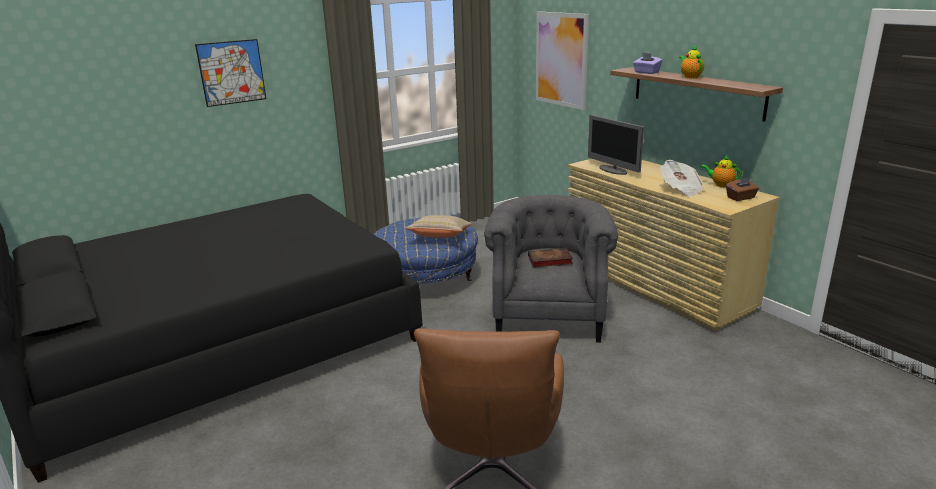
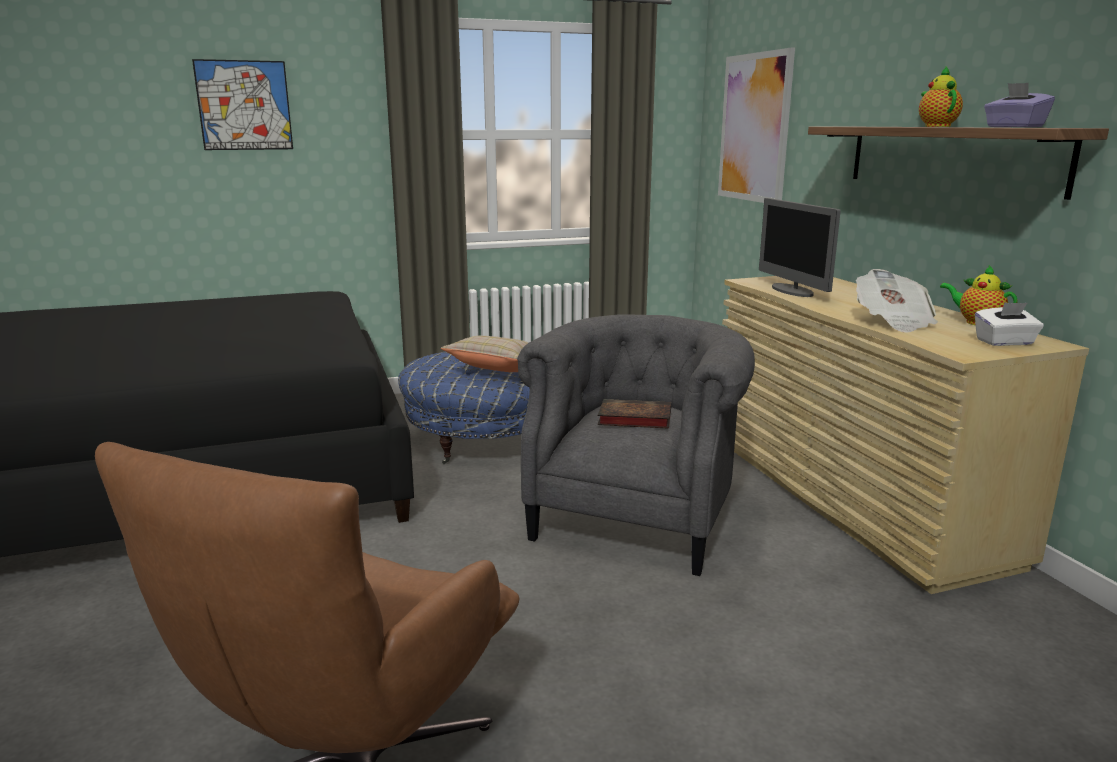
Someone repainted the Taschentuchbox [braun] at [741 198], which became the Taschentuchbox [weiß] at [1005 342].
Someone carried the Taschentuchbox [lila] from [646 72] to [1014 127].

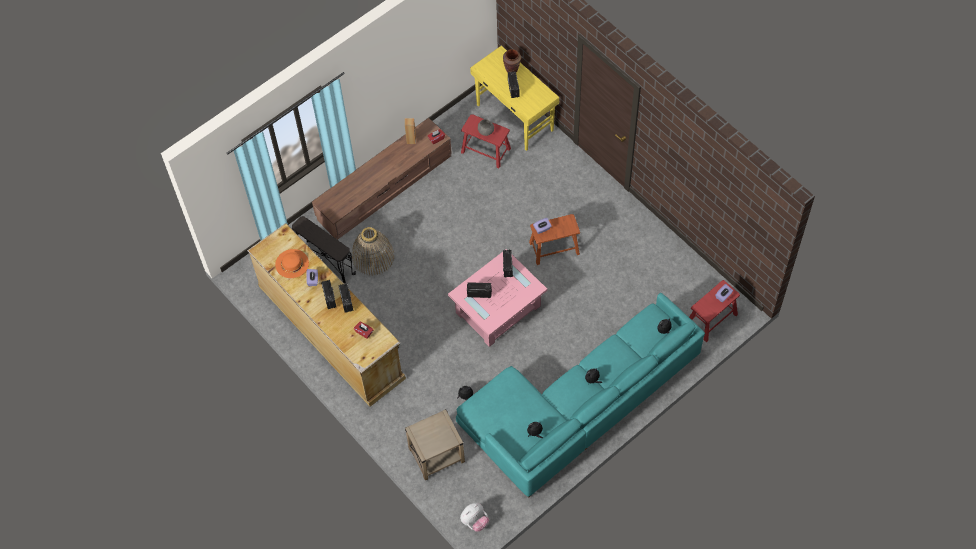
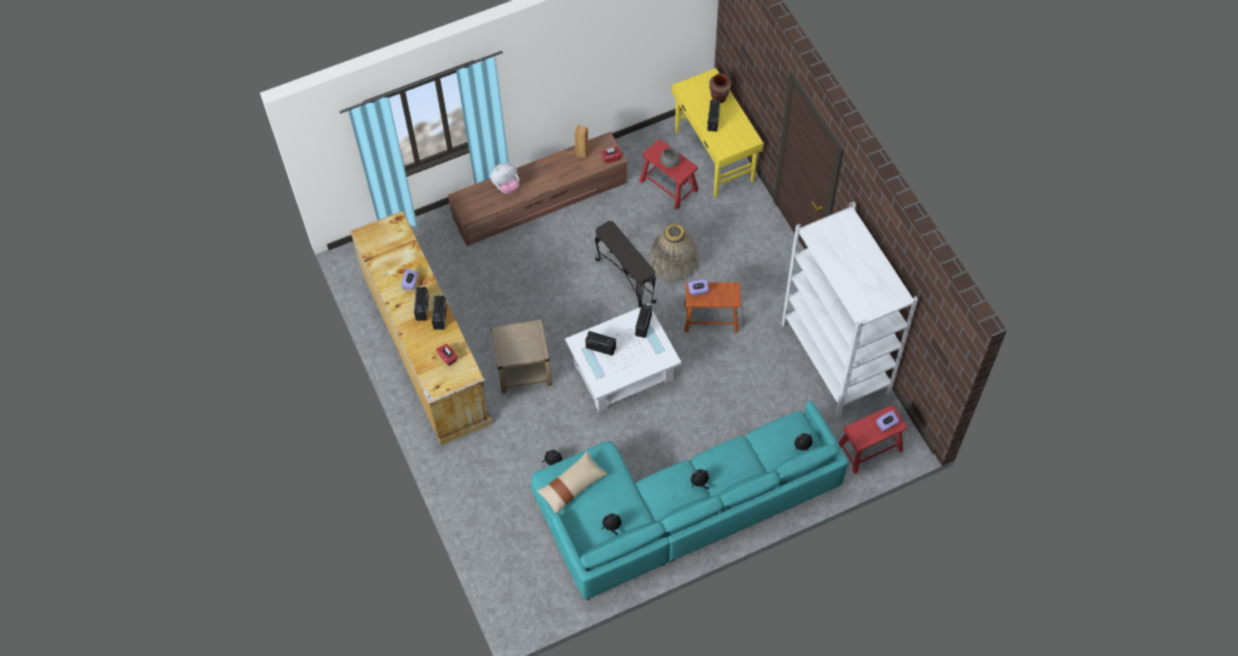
Someone carried the Plüschtier from [475 521] to [506 186].
Someone carried the Beistelltisch [beige] from [436 455] to [523 370].
Someone put down the Kissen [beige] at [572 486].
Someone repainted the Couchtisch [rosa] at [498 309], which became the Couchtisch [weiß] at [623 372].
Someone carried the Beistelltisch [schwarz] from [326 263] to [625 281].
Someone carried the Korb from [373 257] to [673 260].
Someone put down the Bücherregal [weiß] at [835 358].
Someone took away the Hut [orange] at [292 263].

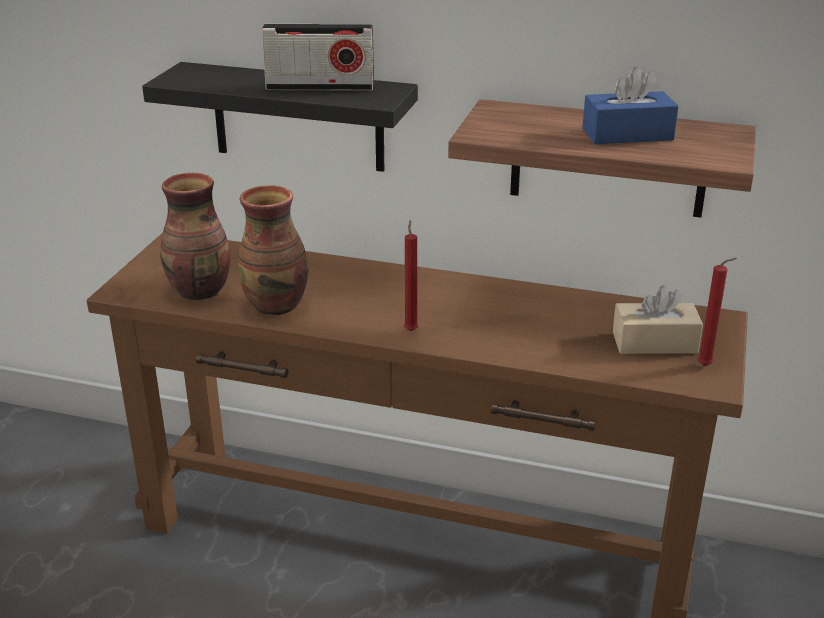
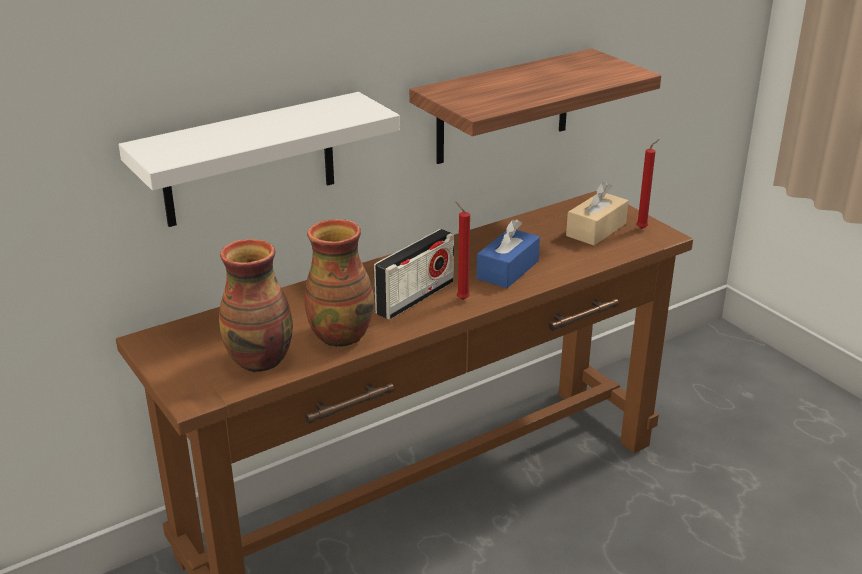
Someone repainted the Wandregal [schwarz] at [298 117], which became the Wandregal [weiß] at [249 160].
Someone carried the Radio from [320 87] to [415 297].
Someone carried the Taschentuchbox [blau] from [627 134] to [507 270].

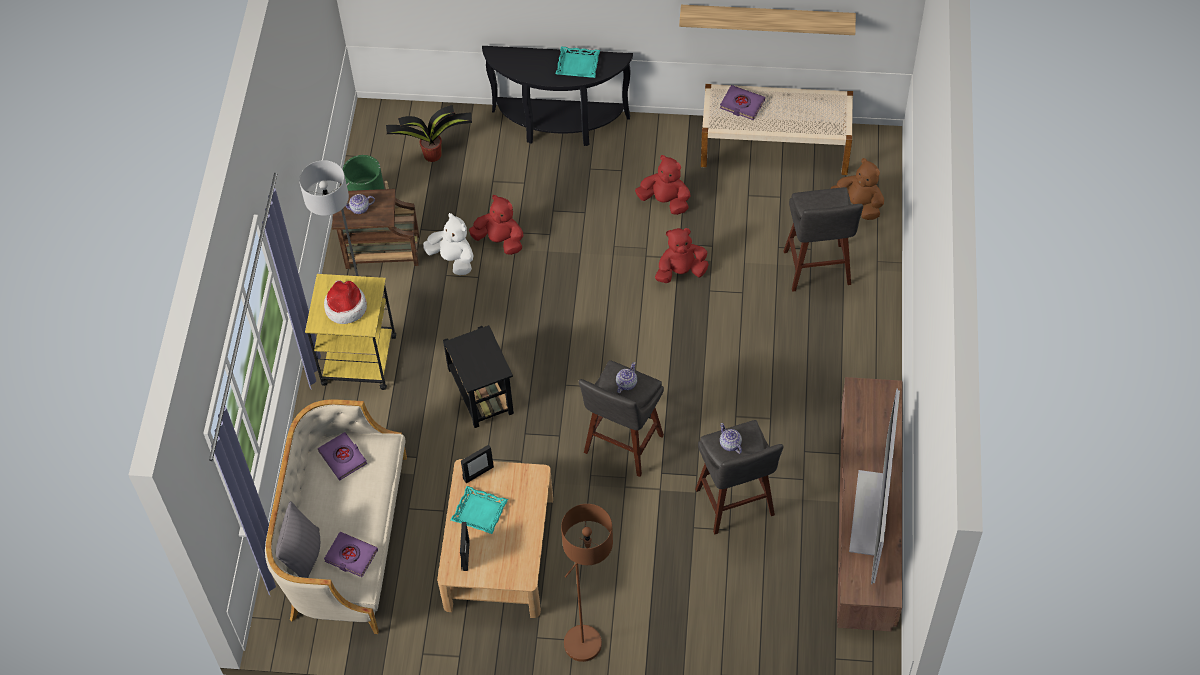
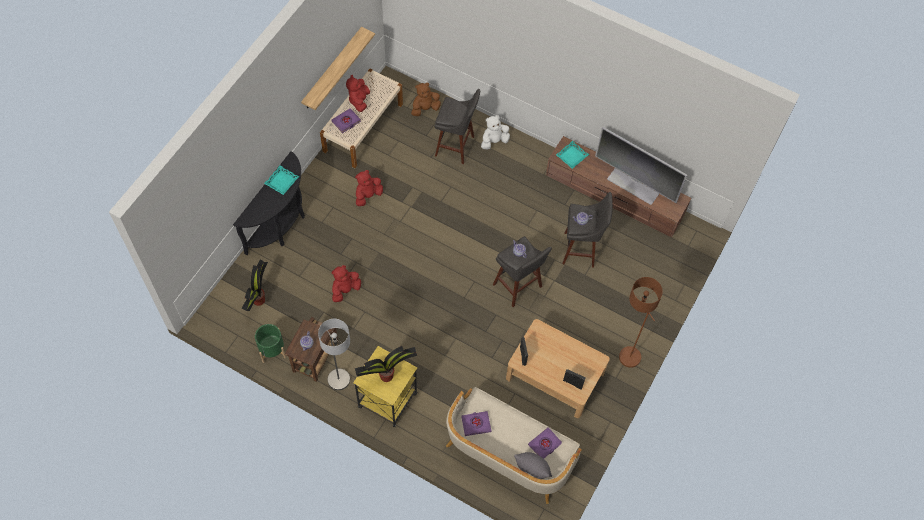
Someone carried the Plüschtier [rot] from [681 271] to [359 100].
Someone swapped the Hut at [345 307] for the Topfpflanze at [387 375].
Someone carried the Plüschtier [weiß] from [453 259] to [494 141].
Someone carried the Tablett [türkis] from [480 512] to [571 156].
Someone took away the Beistelltisch [schwarz] at [481 393].

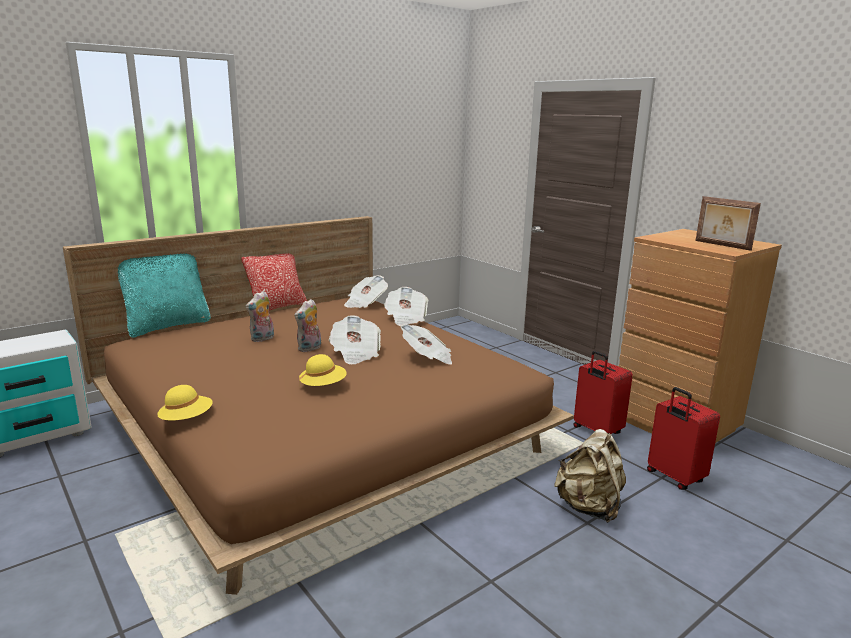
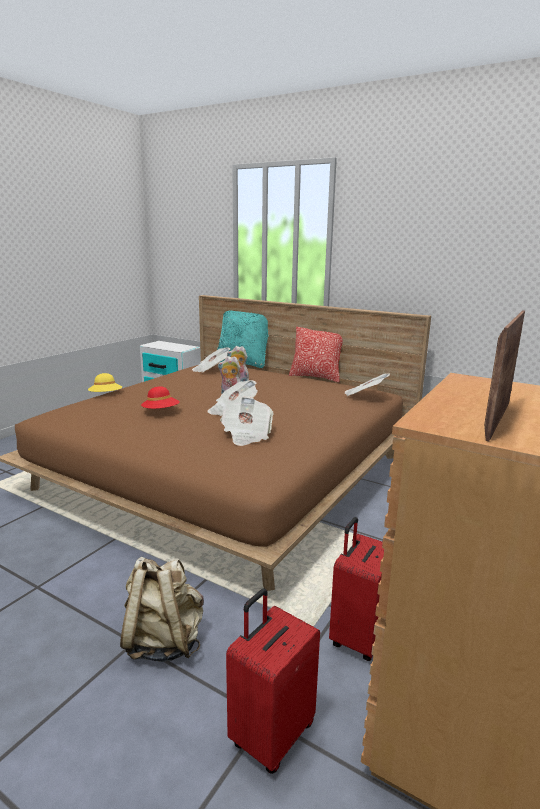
Someone repainted the Hut [gelb] at [323 386], which became the Hut [rot] at [161 412].
Someone carried the Zeitung from [406 318] to [211 370].

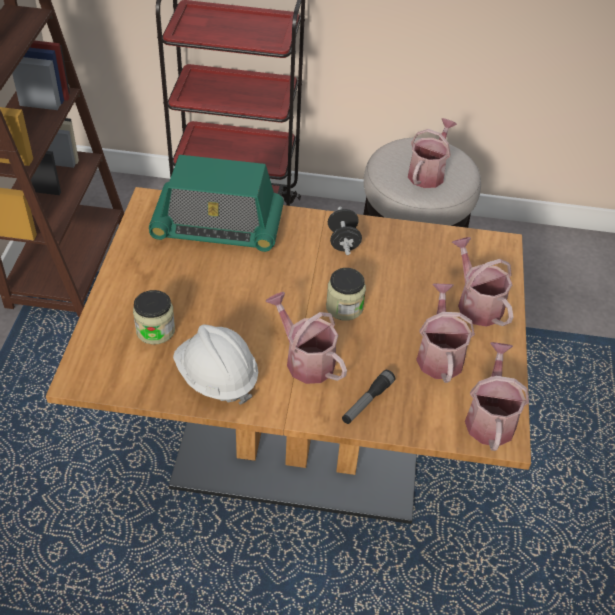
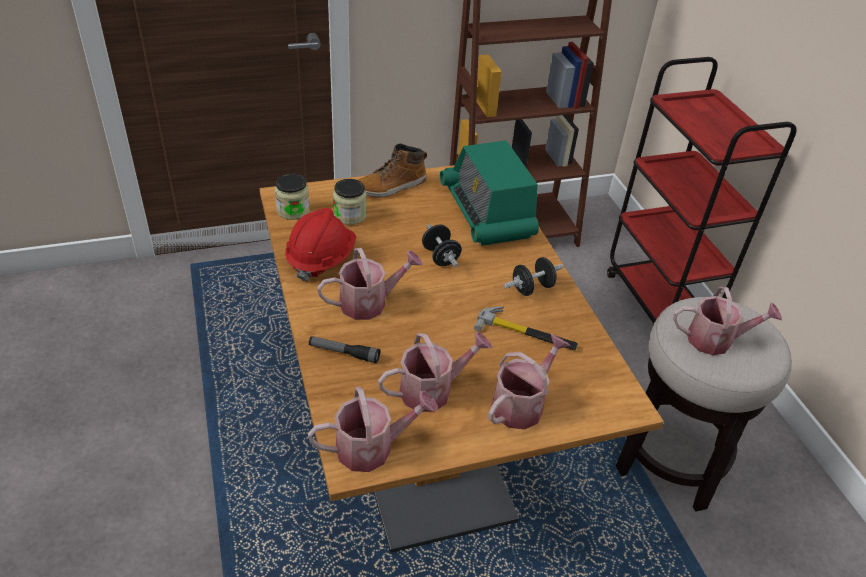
Someone carried the Vorratsglas from [344 307] to [293 210].
Someone repainted the Schutzhelm [weiß] at [216 377], which became the Schutzhelm [rot] at [321 259].
Someone rotated the Gießkanne at [305 360] by 45 degrees clockwise.
Someone put down the Stiefel at [391 186].
Someone put down the Hantel [schwarz] at [440 257].
Someone put down the Hammer at [526 333].

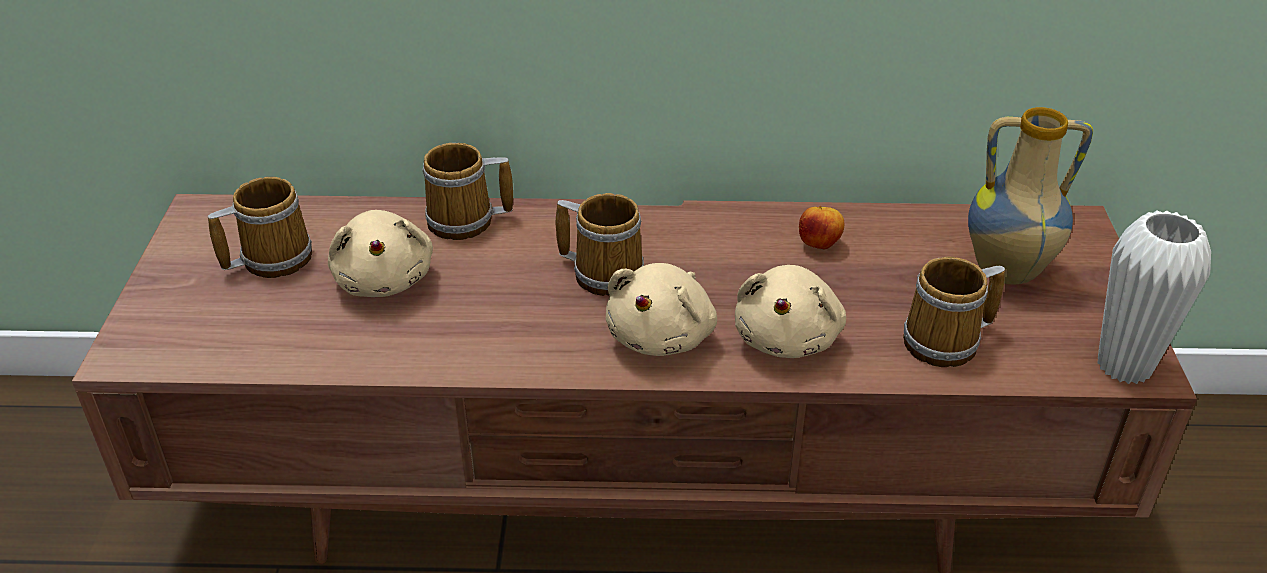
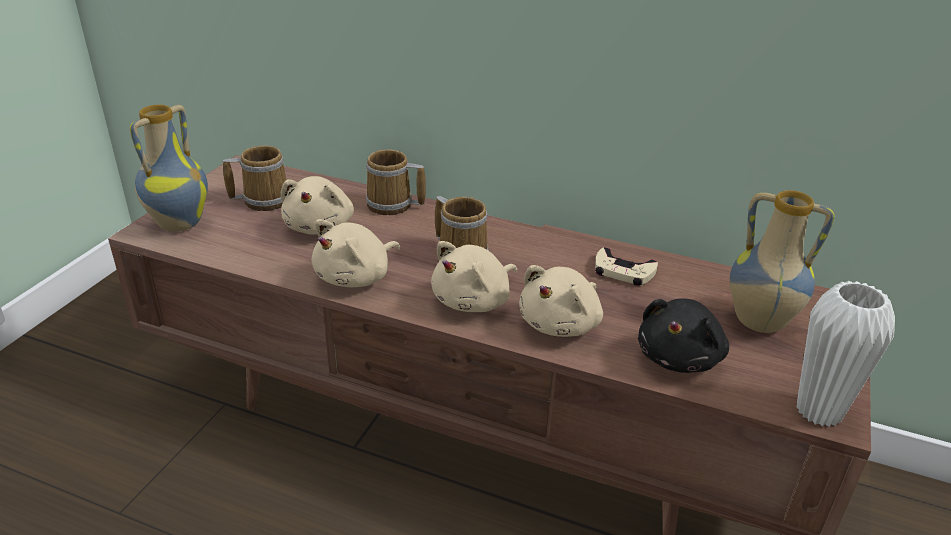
Someone put down the Vase at [178 223].
Someone put down the Plüschtier [beige] at [356 277].
Someone swapped the Apfel at [819 245] for the Gamepad [beige] at [623 272].
Someone swapped the Henkelbecher at [946 342] for the Plüschtier [schwarz] at [680 357].

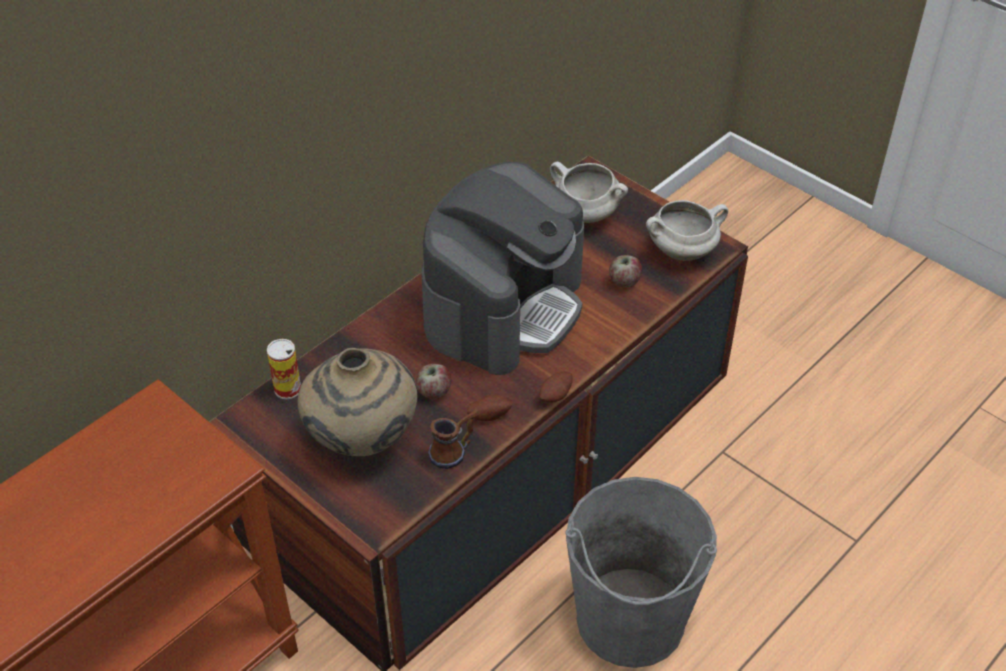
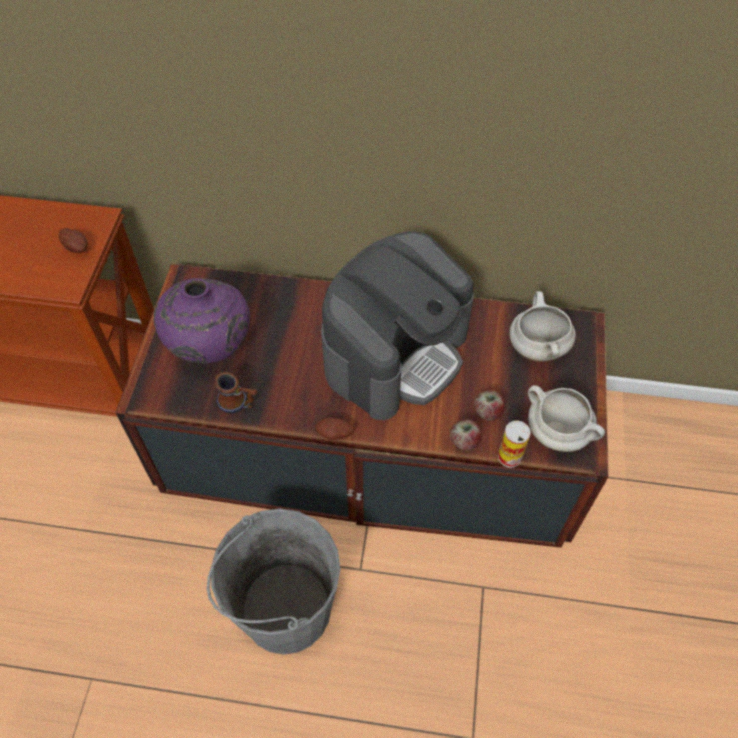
Someone carried the Kartoffel from [489 415] to [77 247].
Someone repainted the Vase [beige] at [362 442], which became the Vase [lila] at [210 349].
Someone rotated the Kaffeemaschine at [504 307] by 45 degrees counterclockwise.
Someone carried the Apfel from [434 391] to [464 441].
Someone carried the Dose from [287 389] to [509 456].

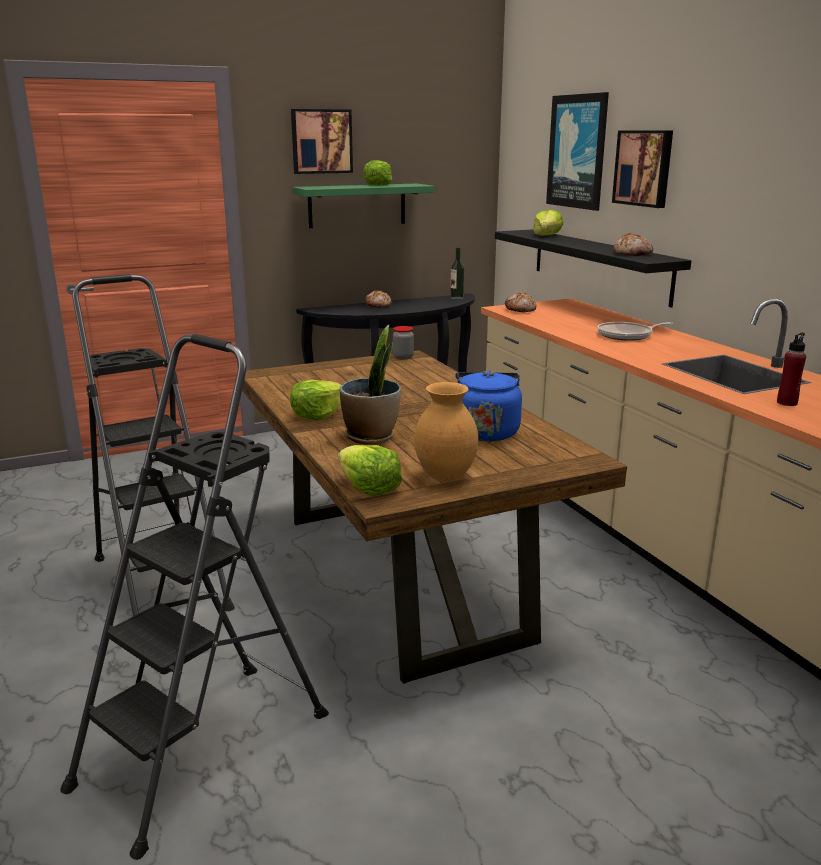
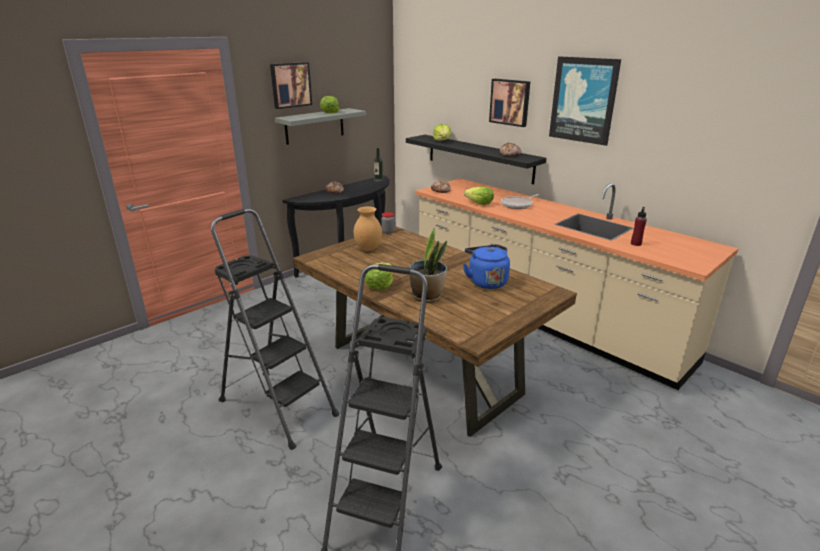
Someone repainted the Wandregal [grün] at [357 205], which became the Wandregal [grau] at [314 126].
Someone carried the Vase [braun] from [445 476] to [368 249].
Someone carried the Salatkopf from [368 488] to [479 203].
Someone carried the Bild from [577 151] to [583 100].

